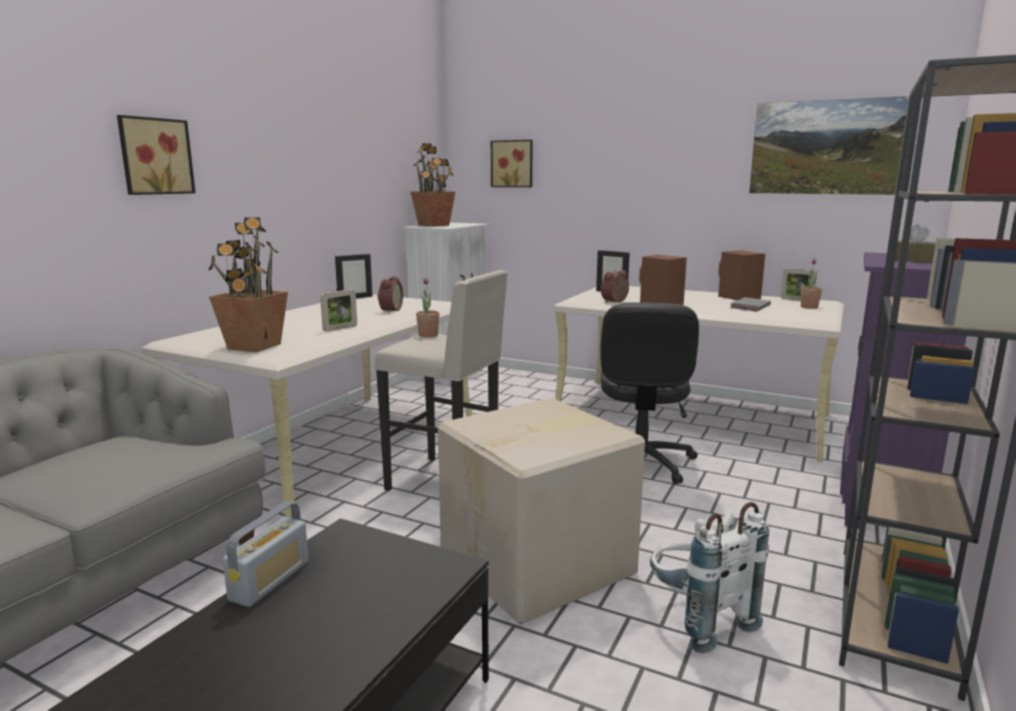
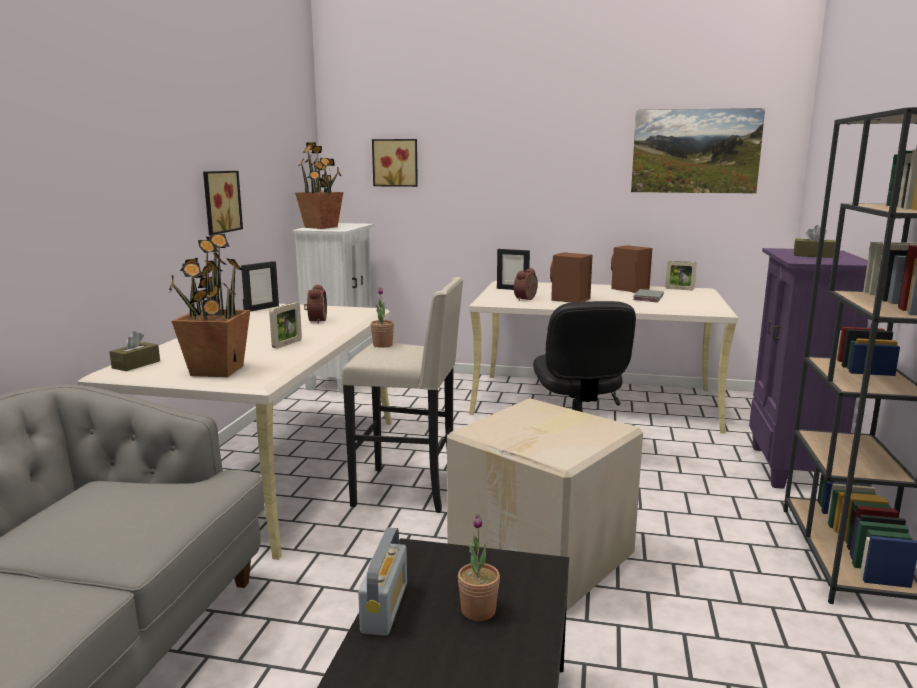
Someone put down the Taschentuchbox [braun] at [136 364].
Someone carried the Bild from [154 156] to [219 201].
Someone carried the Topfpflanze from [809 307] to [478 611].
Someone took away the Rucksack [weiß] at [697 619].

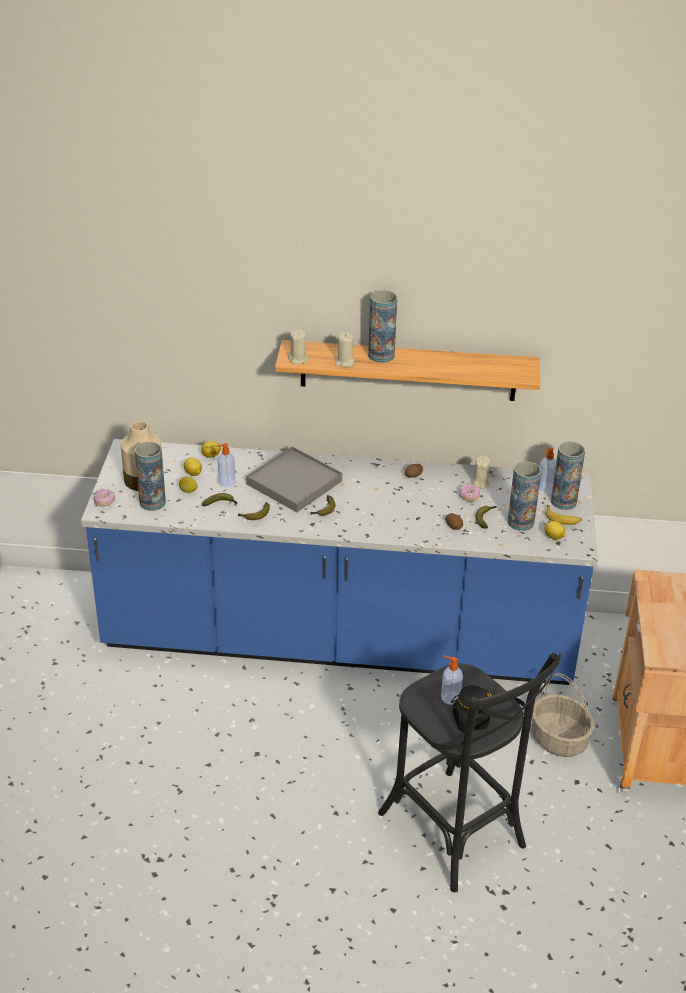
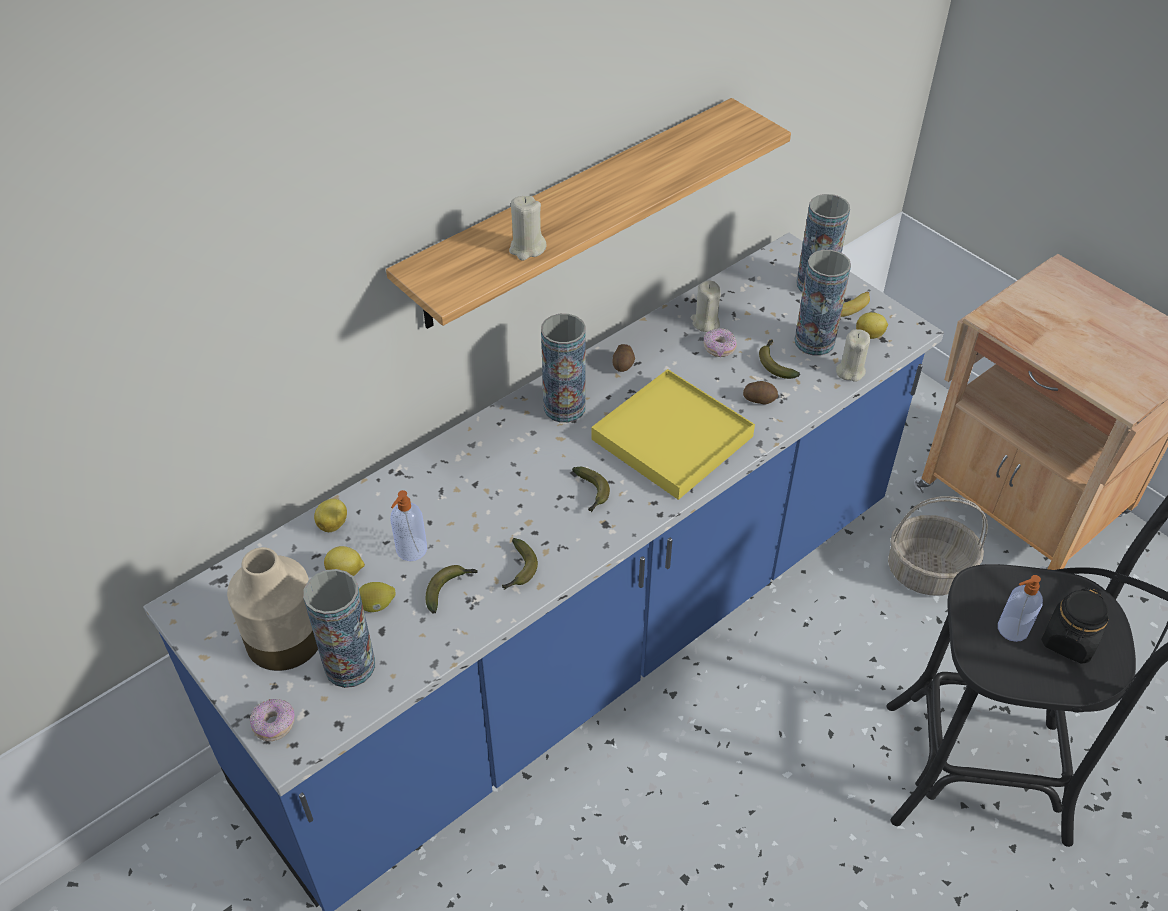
Someone carried the Vase from [381 355] to [564 407].
Someone put down the Tablett [gelb] at [672 437].
Someone carried the Kerze [beige] from [298 359] to [850 371].
Someone took away the Tablett [grau] at [294 483].
Someone took away the Seifenspender at [545 487].

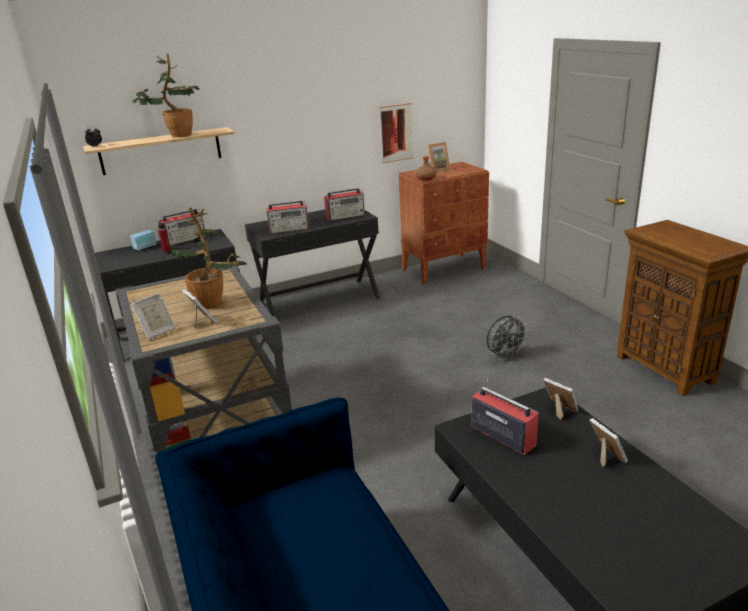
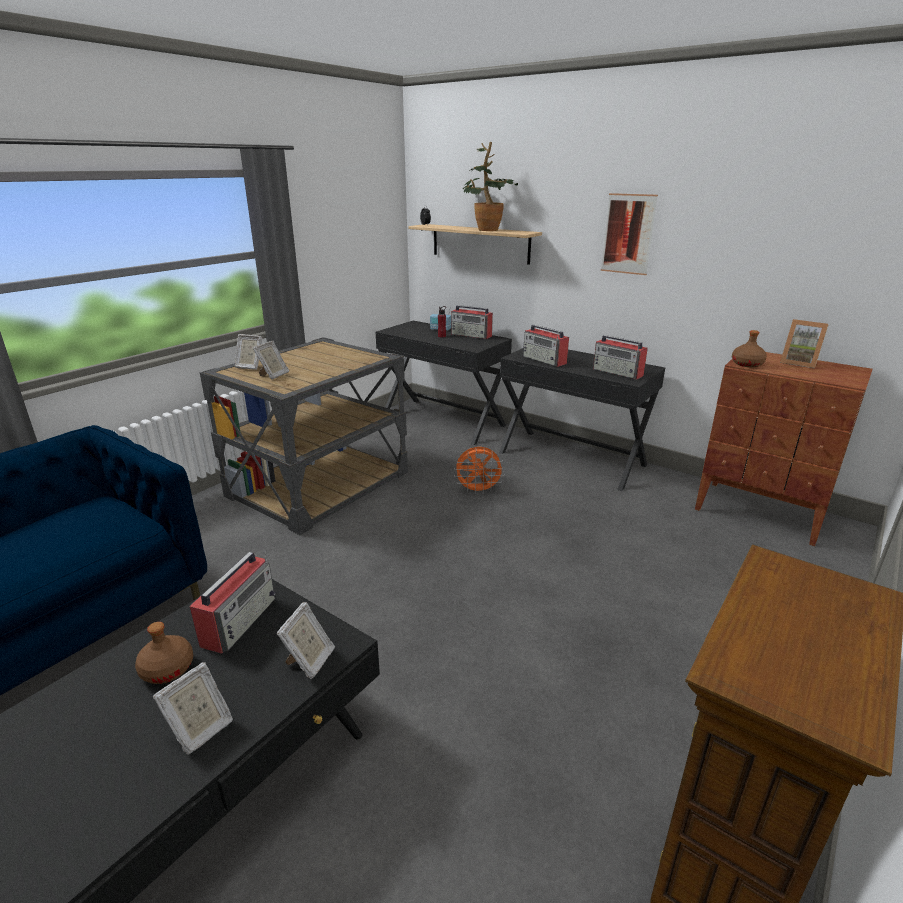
Someone put down the Flasche [braun] at [167 668].
Someone put down the Ventilator [orange] at [478 490].
Someone carried the Bild from [396 133] to [628 234].
Someone took away the Topfpflanze at [213 305].
Someone took away the Ventilator [grau] at [504 356].

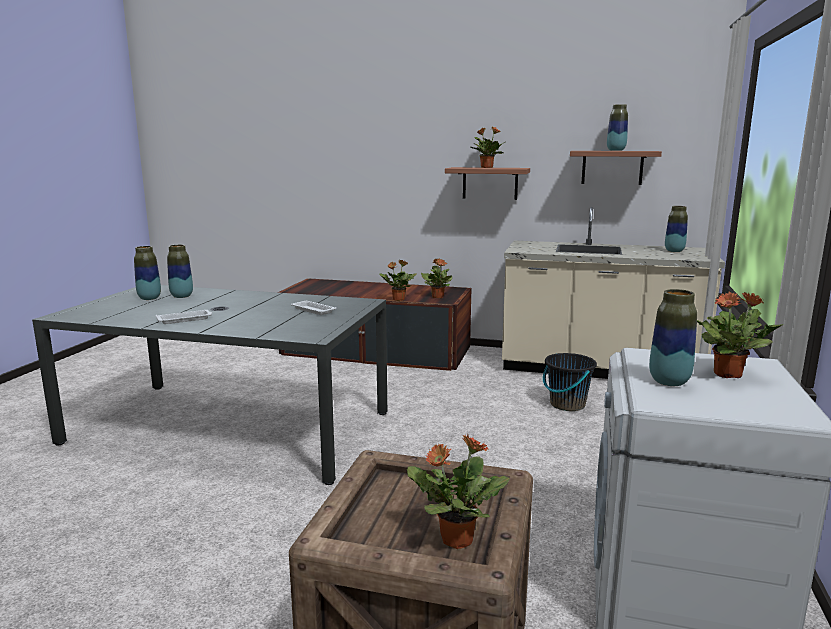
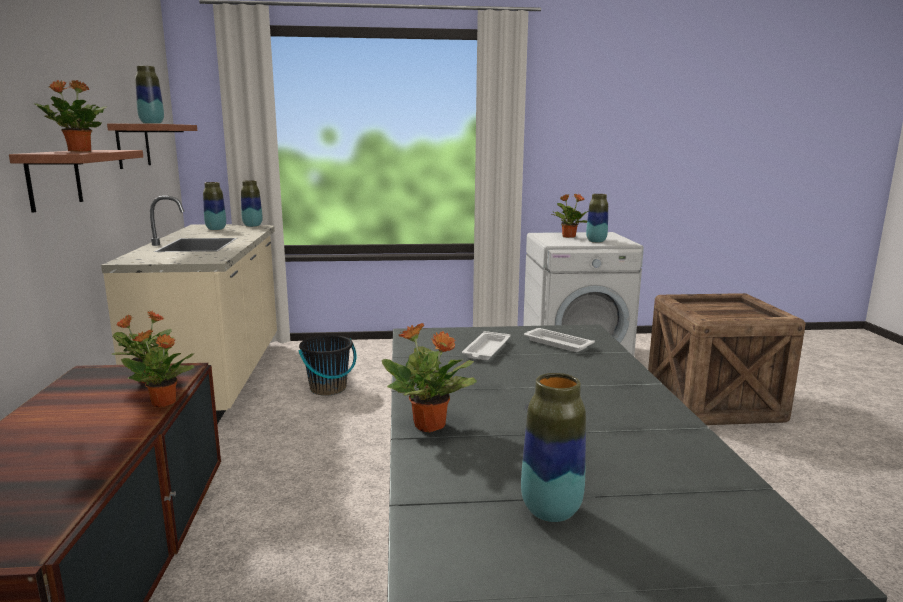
Someone carried the Vase from [182 296] to [252 226].
Someone carried the Topfpflanze from [455 539] to [430 426].
Someone carried the Tablett [weiß] from [185 319] to [556 343].

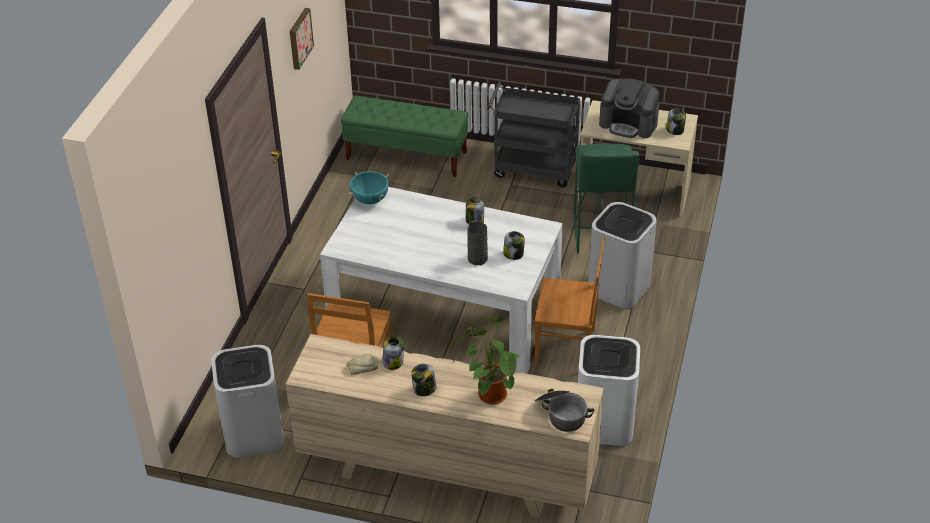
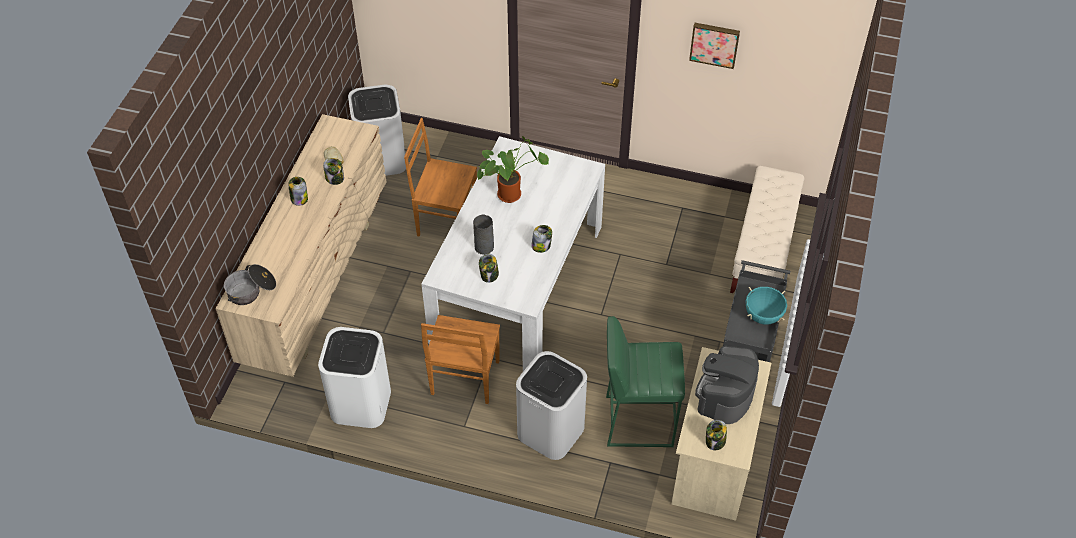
Someone carried the Topfpflanze from [489 393] to [511 193].
Someone repainted the Bank [grün] at [407 156], which became the Bank [beige] at [762 251].
Someone carried the Kochtopf [türkis] from [370 200] to [763 316].

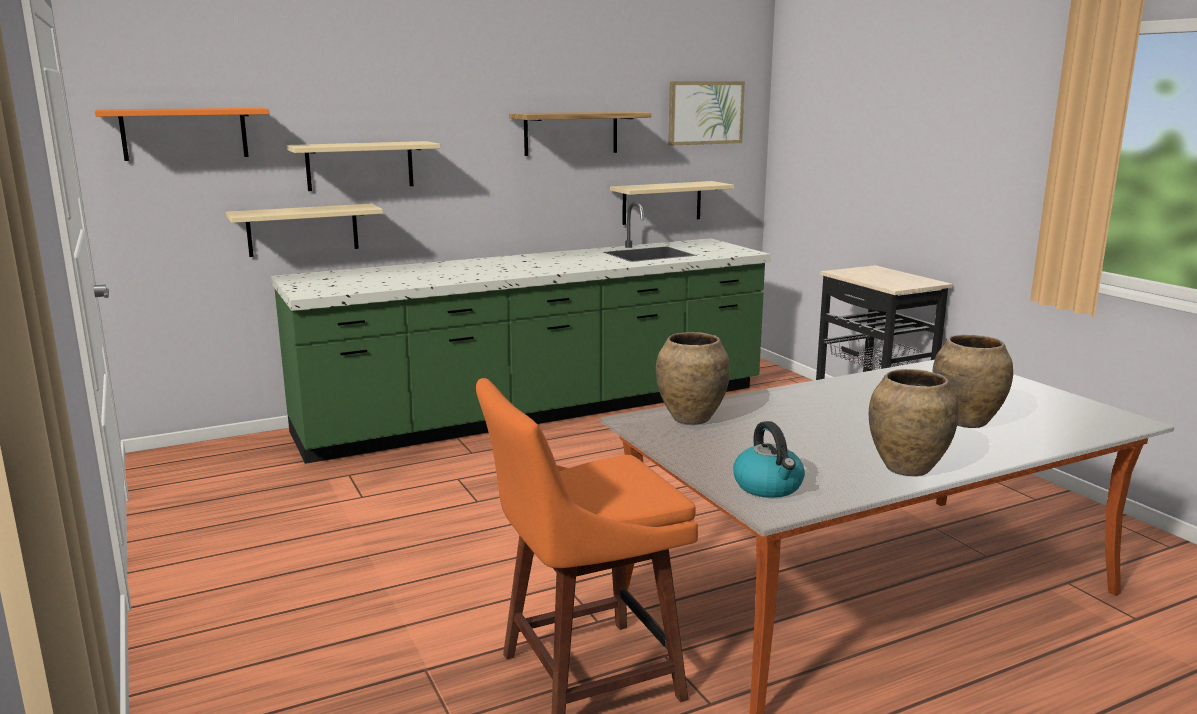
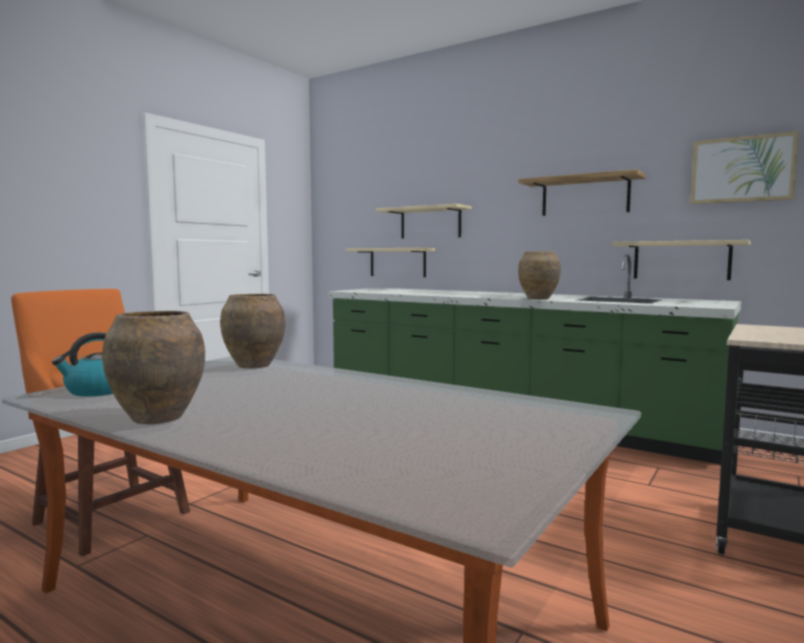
Someone carried the Vase [braun] from [966 422] to [538 299].
Someone took away the Wandregal [orange] at [185 133].

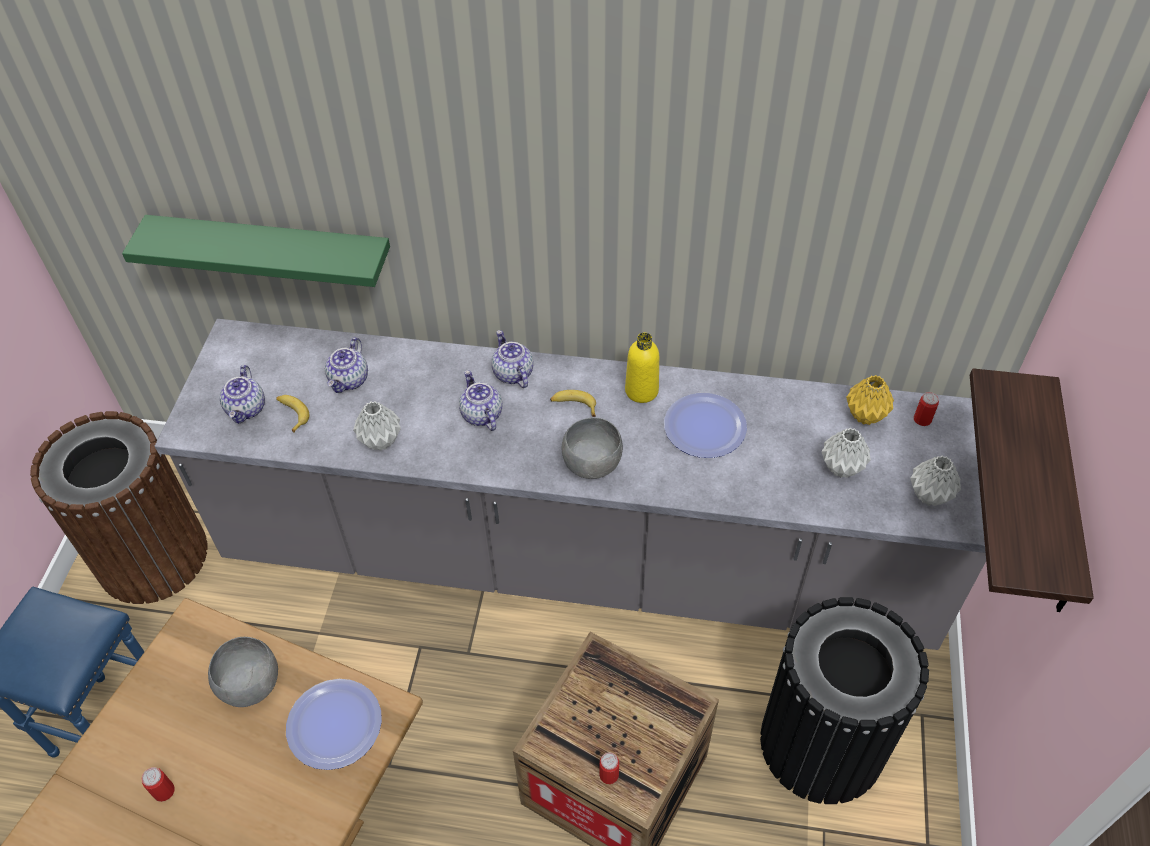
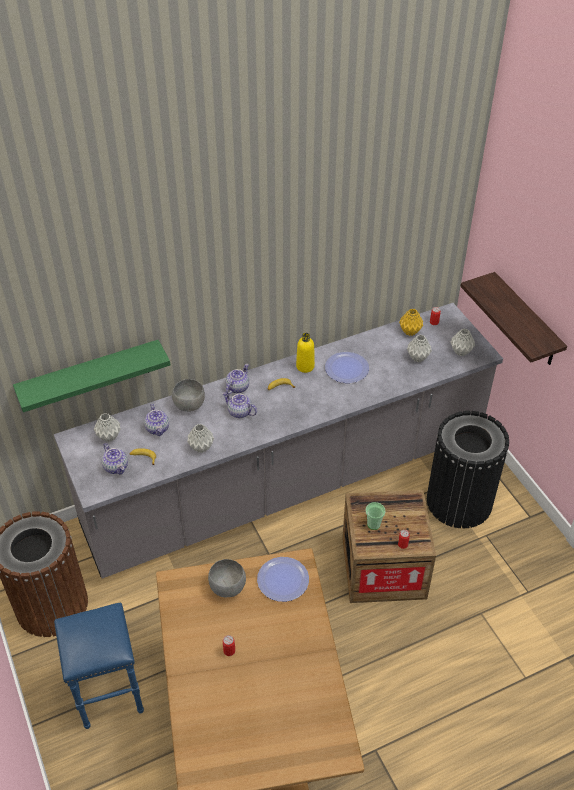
Someone put down the Vase [grau] at [109 436].
Someone carried the Schüssel [grau] from [592 463] to [189 404].
Someone rotated the Teekanne at [512 373] by 90 degrees clockwise.
Someone put down the Tasse at [373 524].

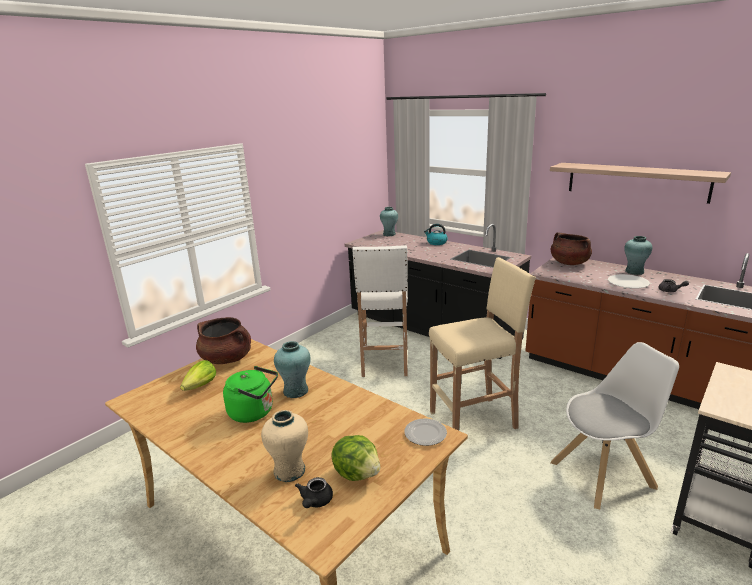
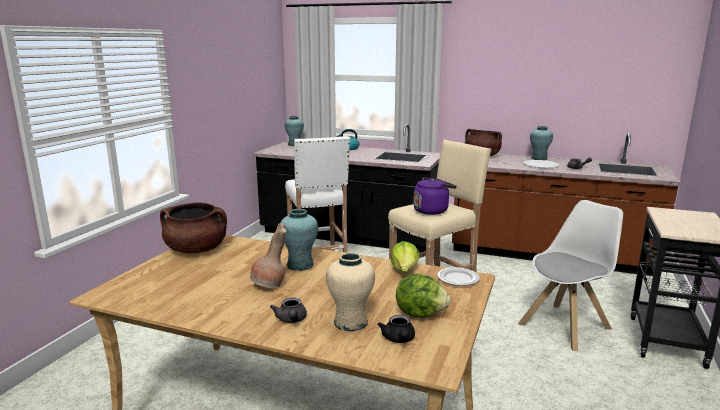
Someone swapped the Wasserkessel [grün] at [254 412] for the Vase [braun] at [269 286].
Someone put down the Teekanne [grau] at [291 320].
Someone carried the Salatkopf from [201 386] to [405 270].
Someone put down the Wasserkessel [lila] at [432 210].
Someone took away the Wandregal at [636 181].

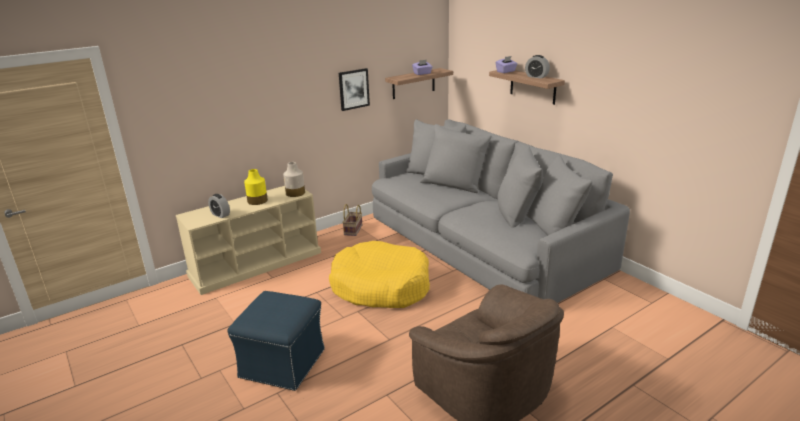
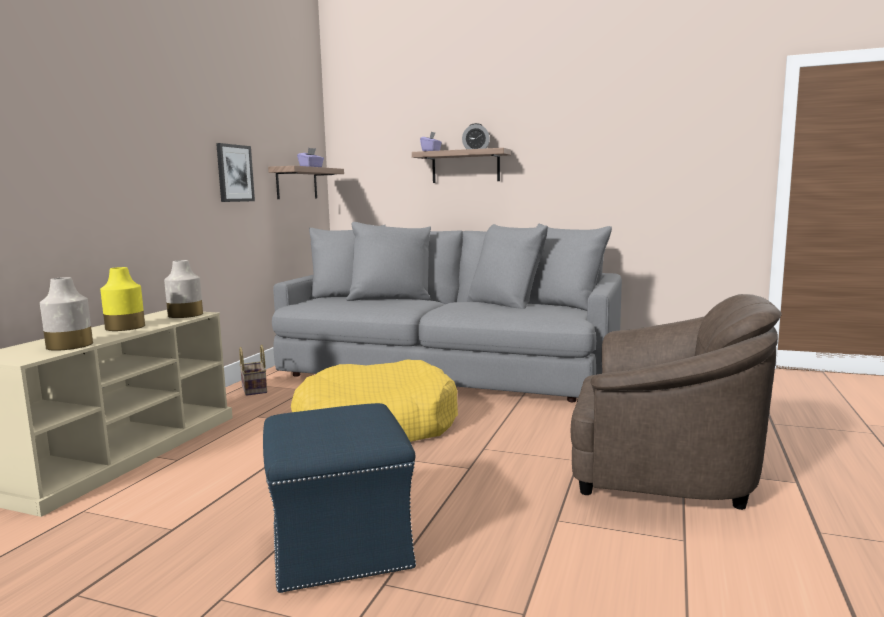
Someone swapped the Wecker at [220 215] for the Vase [beige] at [70 345].

